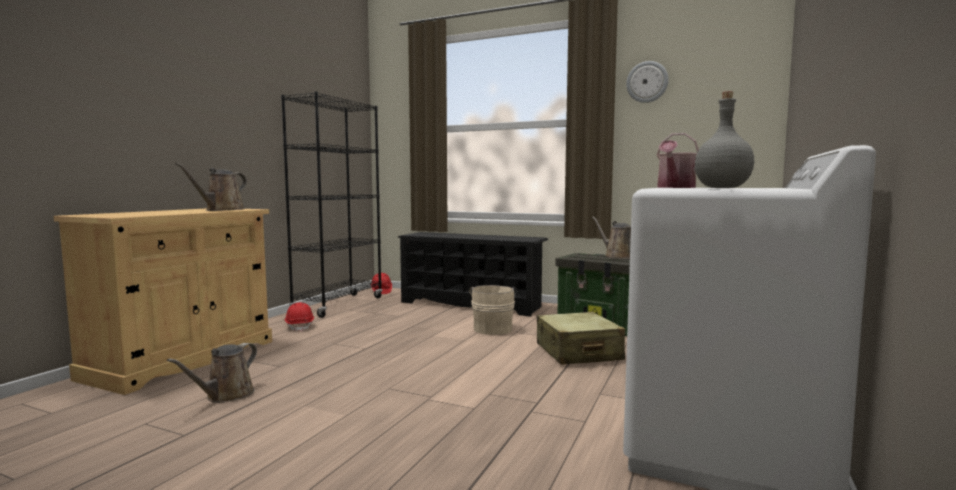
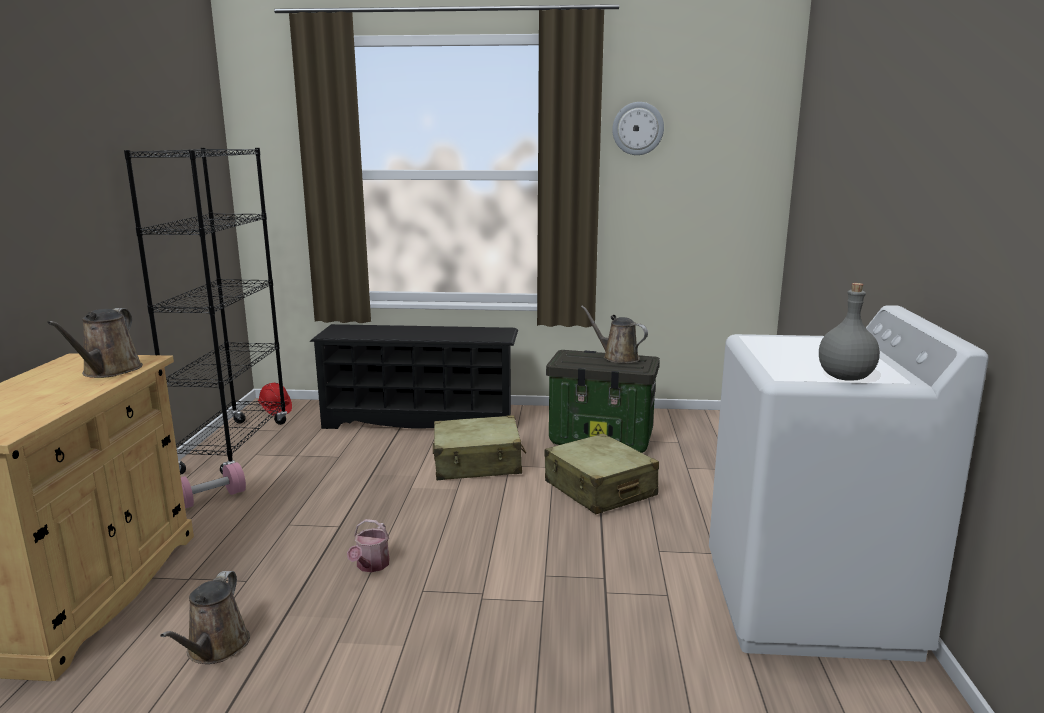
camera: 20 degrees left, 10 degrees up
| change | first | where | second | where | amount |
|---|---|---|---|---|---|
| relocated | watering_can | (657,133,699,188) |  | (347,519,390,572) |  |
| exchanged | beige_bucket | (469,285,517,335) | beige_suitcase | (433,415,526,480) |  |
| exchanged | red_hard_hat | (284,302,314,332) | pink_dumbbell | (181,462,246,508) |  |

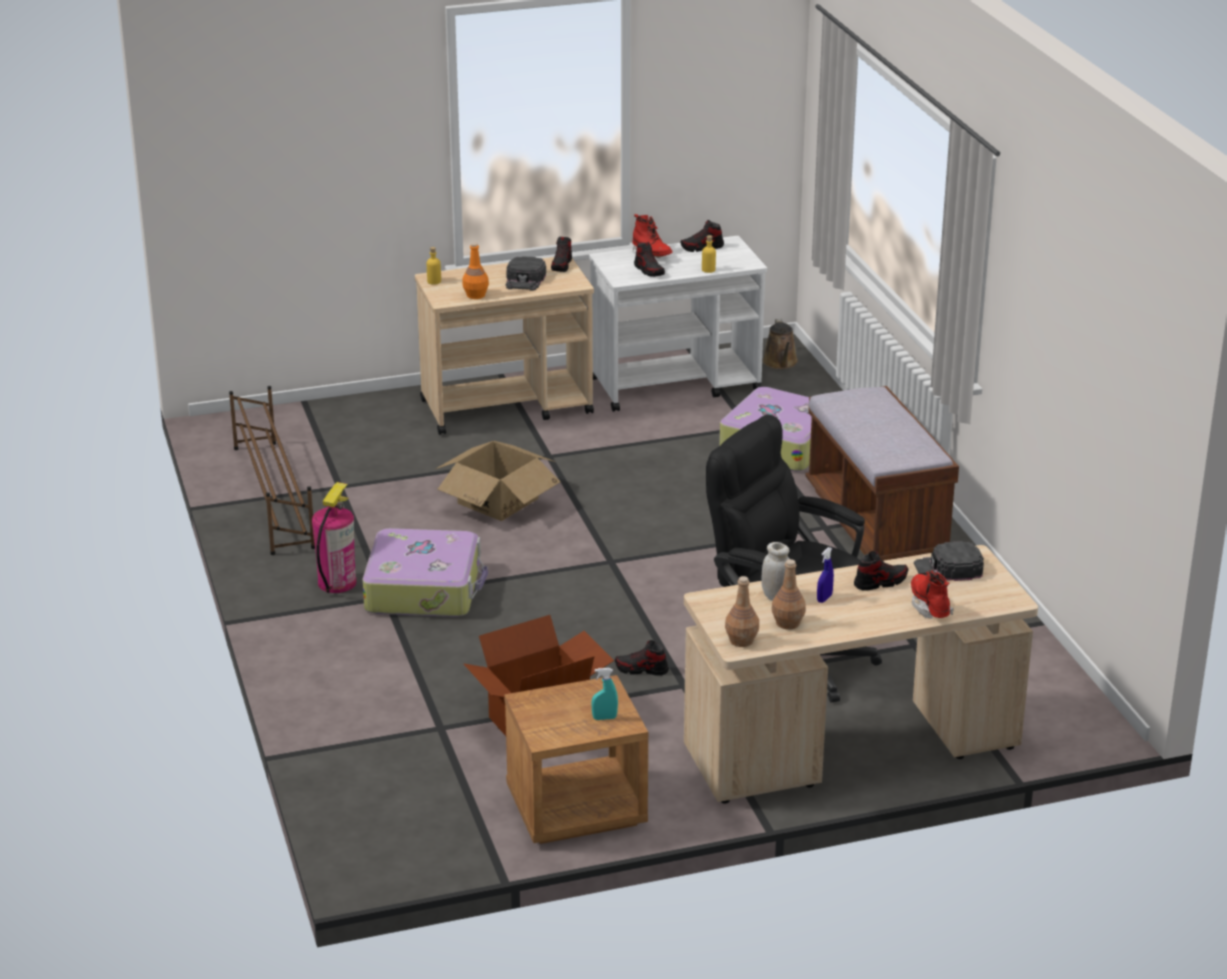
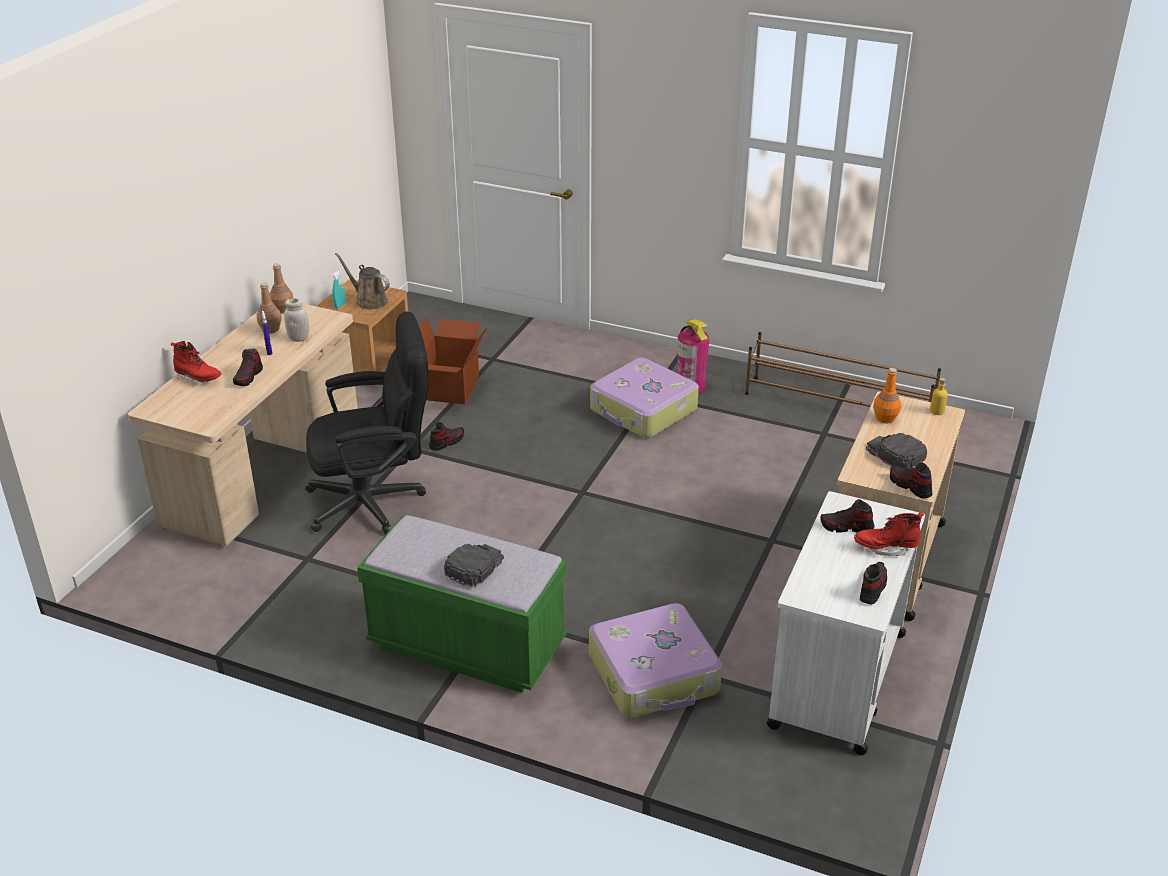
camera: 130 degrees right, 5 degrees up
| change | first | where | second | where | amount |
|---|---|---|---|---|---|
| missing | yellow_bottle | (702,235,716,273) |  |  |  |
| relocated | brown_watering_can | (763,319,798,369) |  | (335,253,390,309) |  |
| colour | brown_bench | (805,386,959,561) | green_bench | (357,515,567,693) |  |
| missing | cardboard_box | (436,441,560,521) |  |  |  |
| relocated | black_cap | (914,541,984,581) |  | (444,544,504,587) |  |

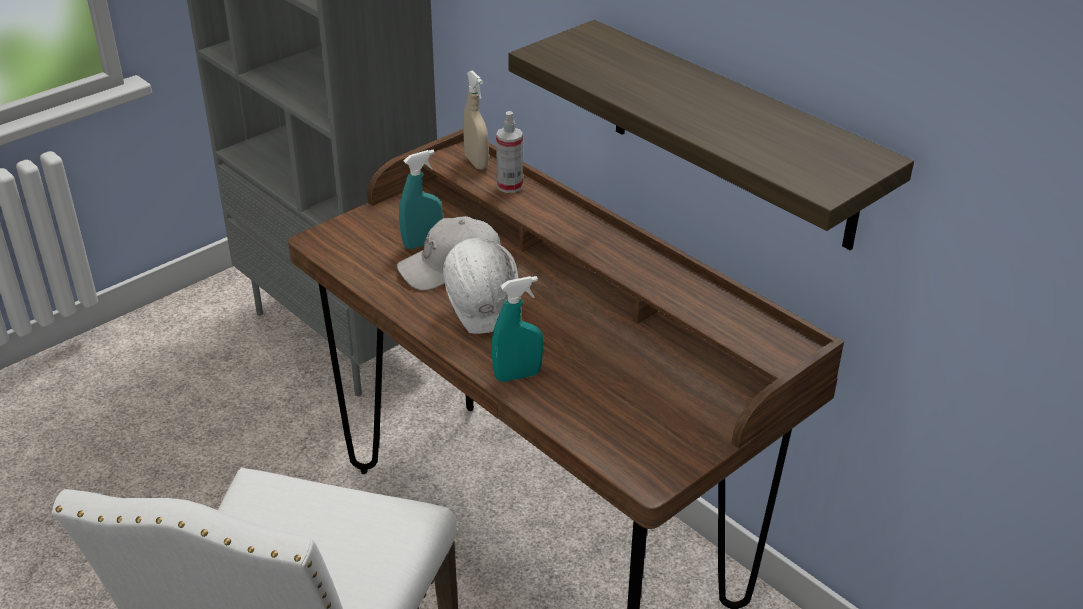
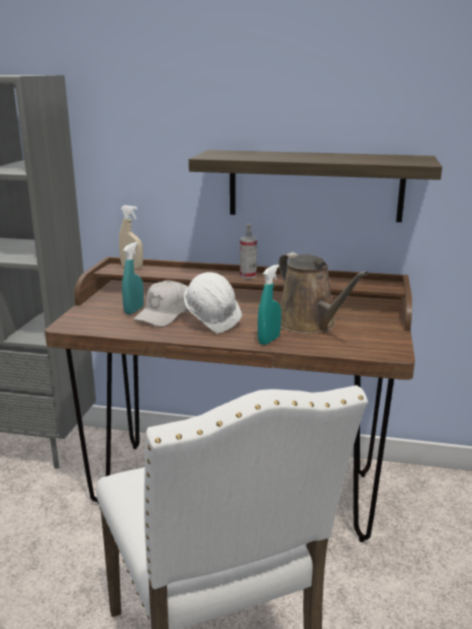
camera: 35 degrees left, 15 degrees down
| change | first | where | second | where | amount |
|---|---|---|---|---|---|
| relocated | spray_bottle | (496,111,523,193) |  | (240,224,257,279) |  |
| appeared |  |  | brown_watering_can | (279,252,369,334) |  |

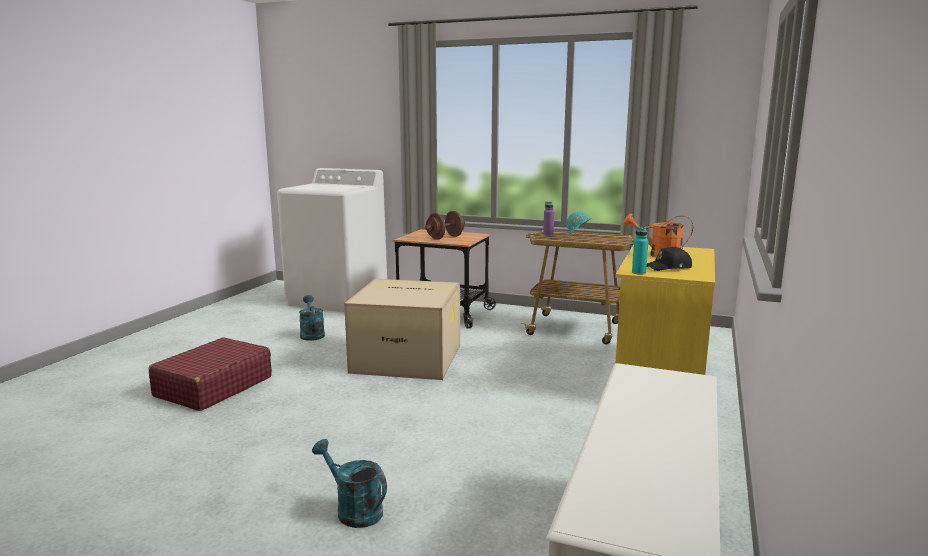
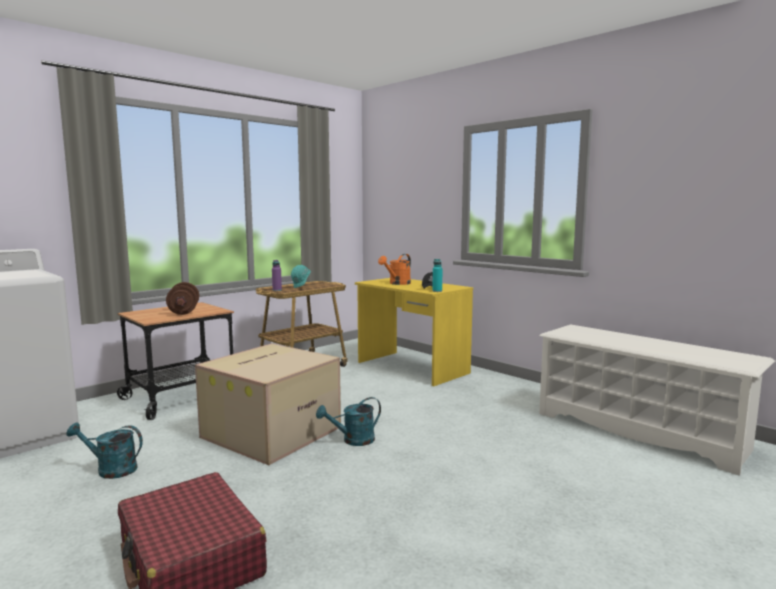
camera: 65 degrees left, 5 degrees down
| change | first | where | second | where | amount |
|---|---|---|---|---|---|
| relocated | turquoise_watering_can | (312,439,387,528) |  | (316,397,381,446) |  |

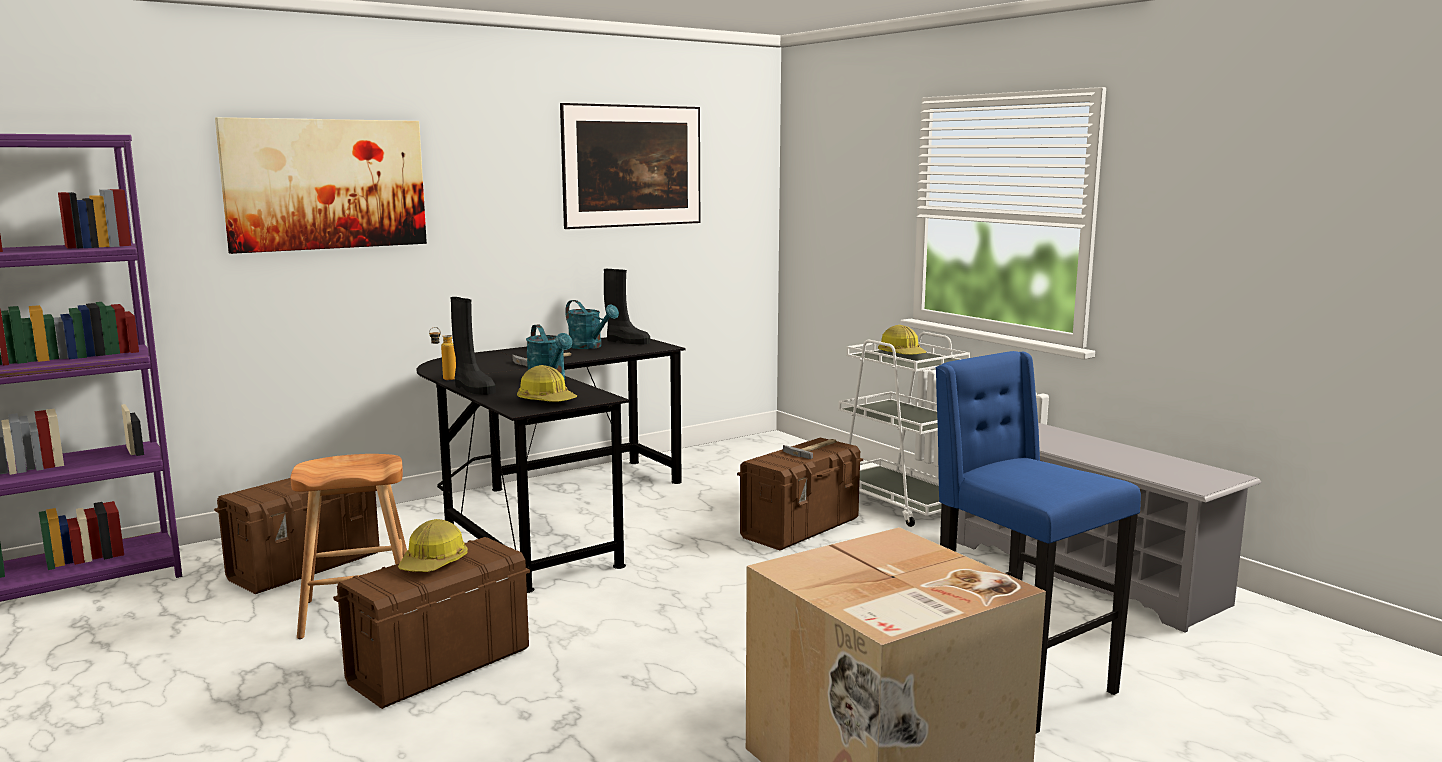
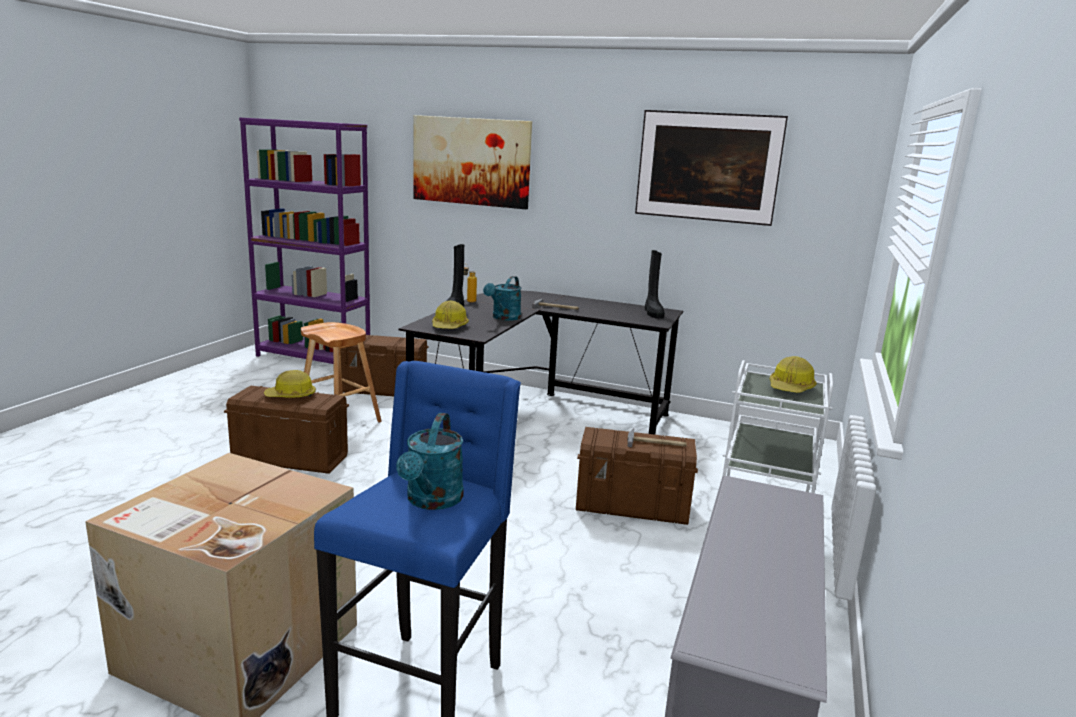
camera: 55 degrees right, 5 degrees up
| change | first | where | second | where | amount |
|---|---|---|---|---|---|
| relocated | turquoise_watering_can | (565,300,619,349) |  | (396,413,463,510) |  |

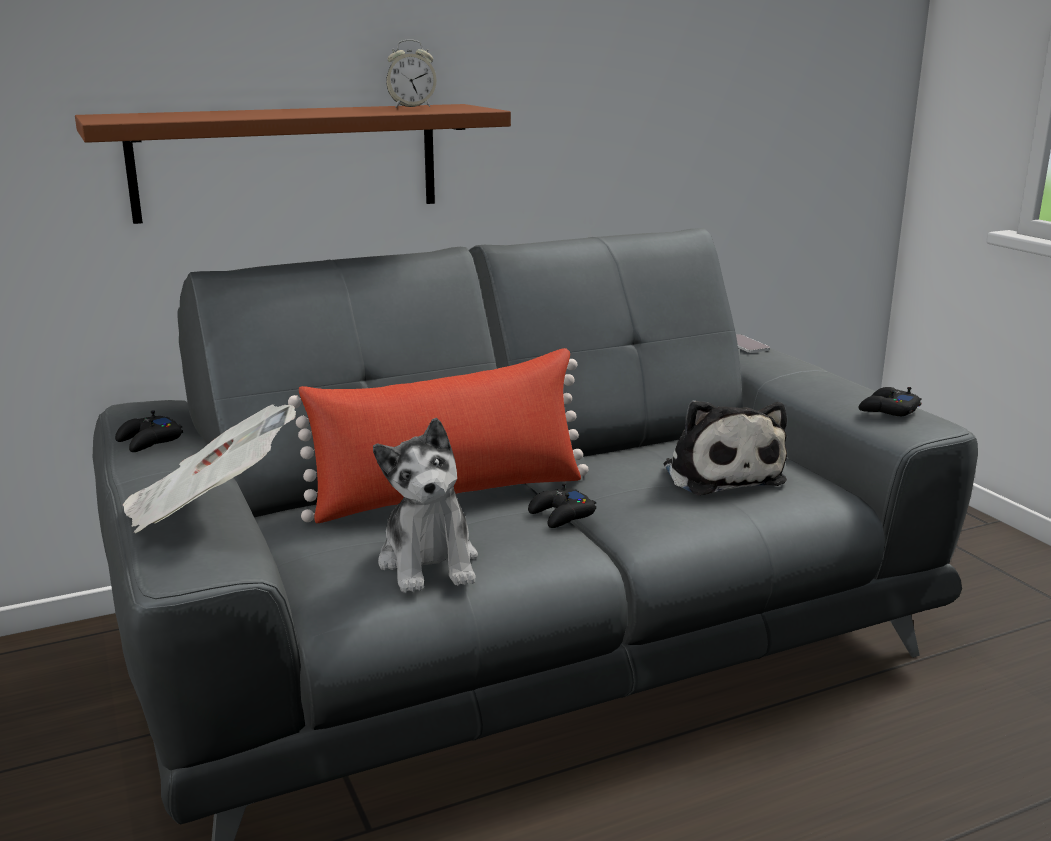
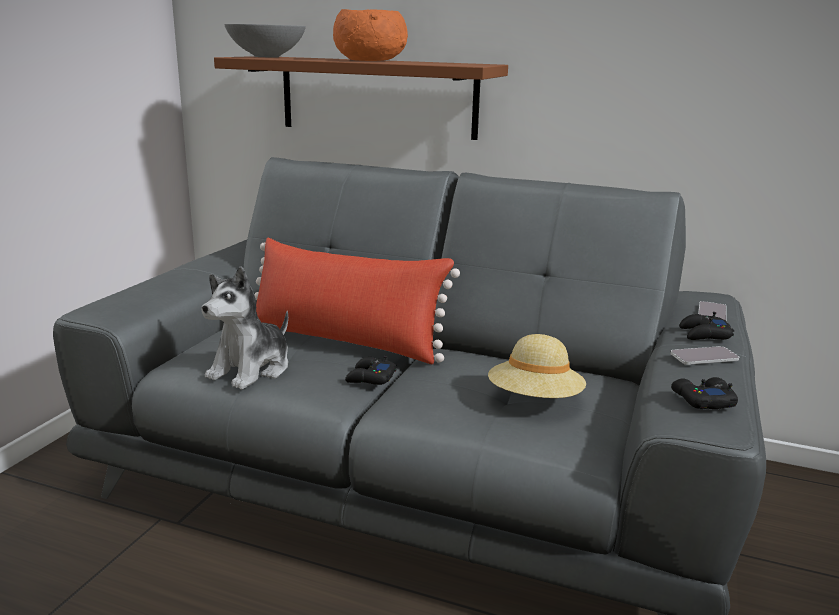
camera: 45 degrees right, 0 degrees up
| change | first | where | second | where | amount |
|---|---|---|---|---|---|
| missing | alarm_clock | (386,39,436,108) |  |  |  |
| exchanged | plush_toy | (663,400,787,495) | beige_hat | (488,334,586,398) |  |
| missing | newspaper | (123,404,296,533) |  |  |  |
| relocated | black_game_controller | (115,410,183,452) |  | (679,312,734,340) |  |
| appeared |  |  | orange_bowl | (333,9,408,61) |  |
| appeared |  |  | grey_bowl | (224,24,306,57) |  |
| appeared |  |  | phone | (670,346,739,365) |  |

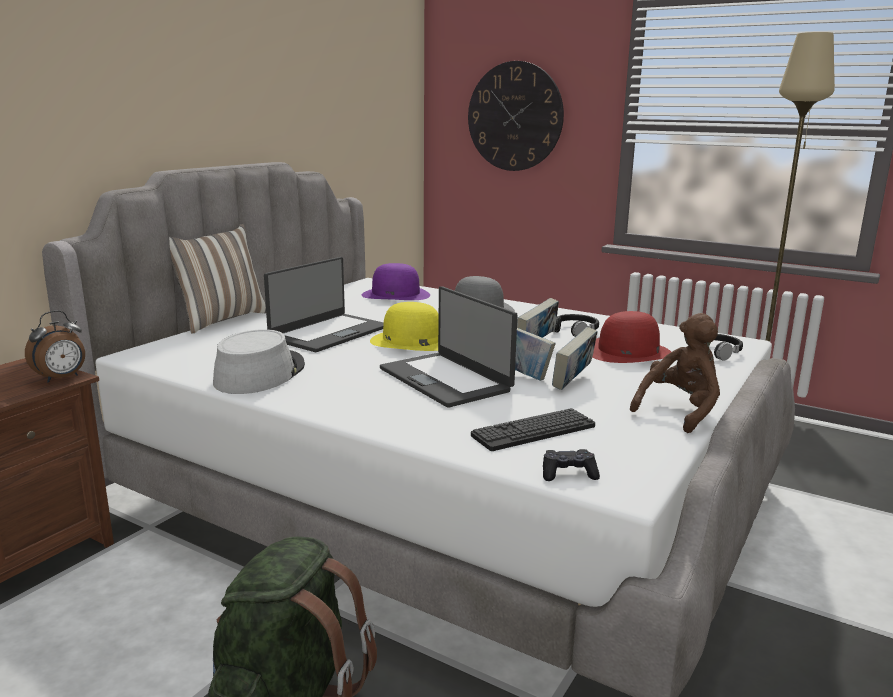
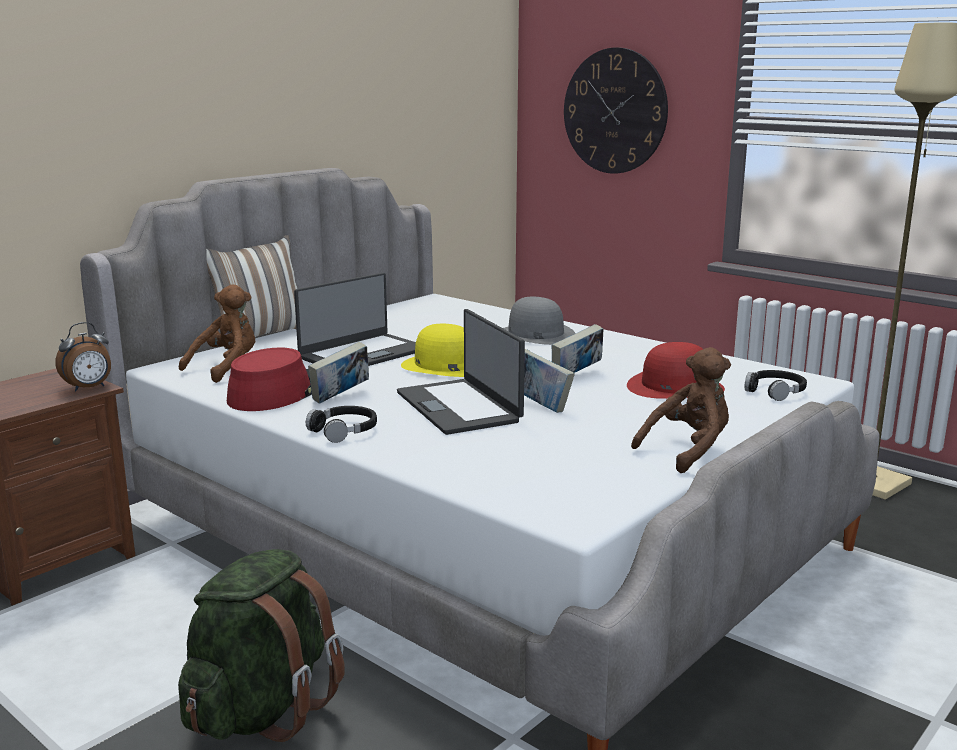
camera: 10 degrees right, 0 degrees up
| change | first | where | second | where | amount |
|---|---|---|---|---|---|
| missing | purple_hat | (362,263,430,300) |  |  |  |
| relocated | black_headphones | (552,314,599,337) |  | (306,406,377,443) |  |
| relocated | book | (552,327,597,390) |  | (308,342,369,404) |  |
| colour | grey_hat | (213,329,305,394) | red_hat | (227,348,312,411) |  |
| missing | keyboard | (471,408,595,451) |  |  |  |
| missing | black_game_controller | (543,449,600,481) |  |  |  |
| appeared |  |  | brown_plush_toy | (179,284,255,383) |  |

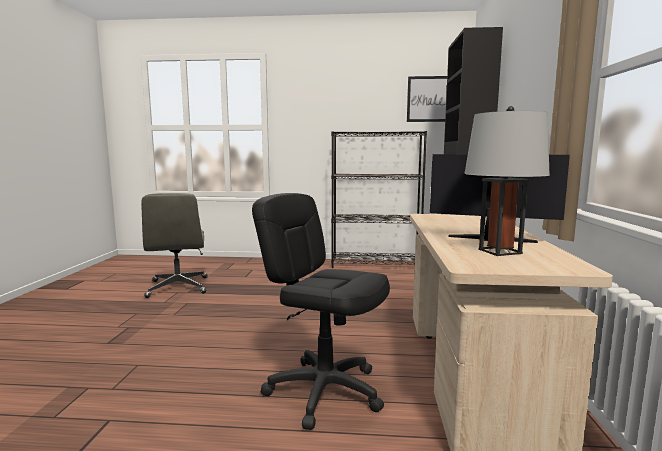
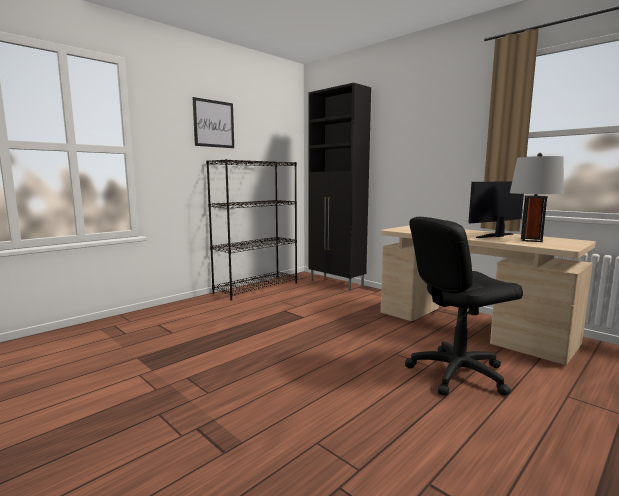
camera: 50 degrees left, 0 degrees up
| change | first | where | second | where | amount |
|---|---|---|---|---|---|
| relocated | picture | (407,76,447,122) |  | (192,97,234,148) |  |
| missing | grey_office_chair | (141,193,208,298) |  |  |  |

